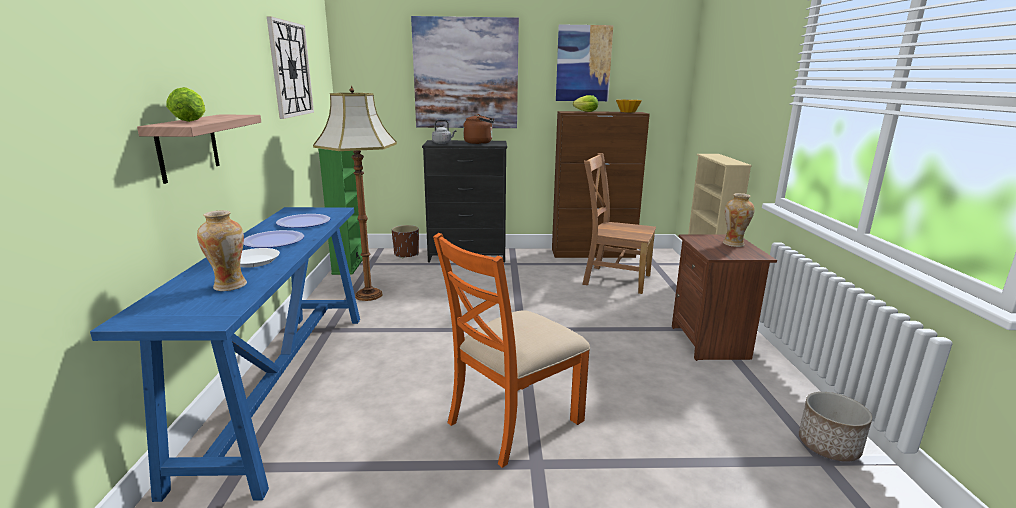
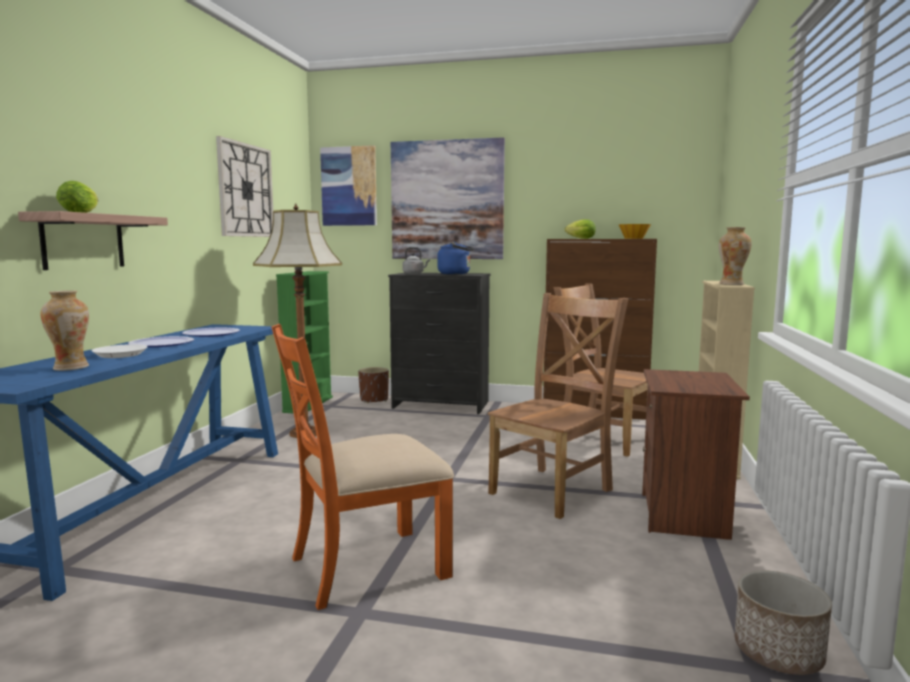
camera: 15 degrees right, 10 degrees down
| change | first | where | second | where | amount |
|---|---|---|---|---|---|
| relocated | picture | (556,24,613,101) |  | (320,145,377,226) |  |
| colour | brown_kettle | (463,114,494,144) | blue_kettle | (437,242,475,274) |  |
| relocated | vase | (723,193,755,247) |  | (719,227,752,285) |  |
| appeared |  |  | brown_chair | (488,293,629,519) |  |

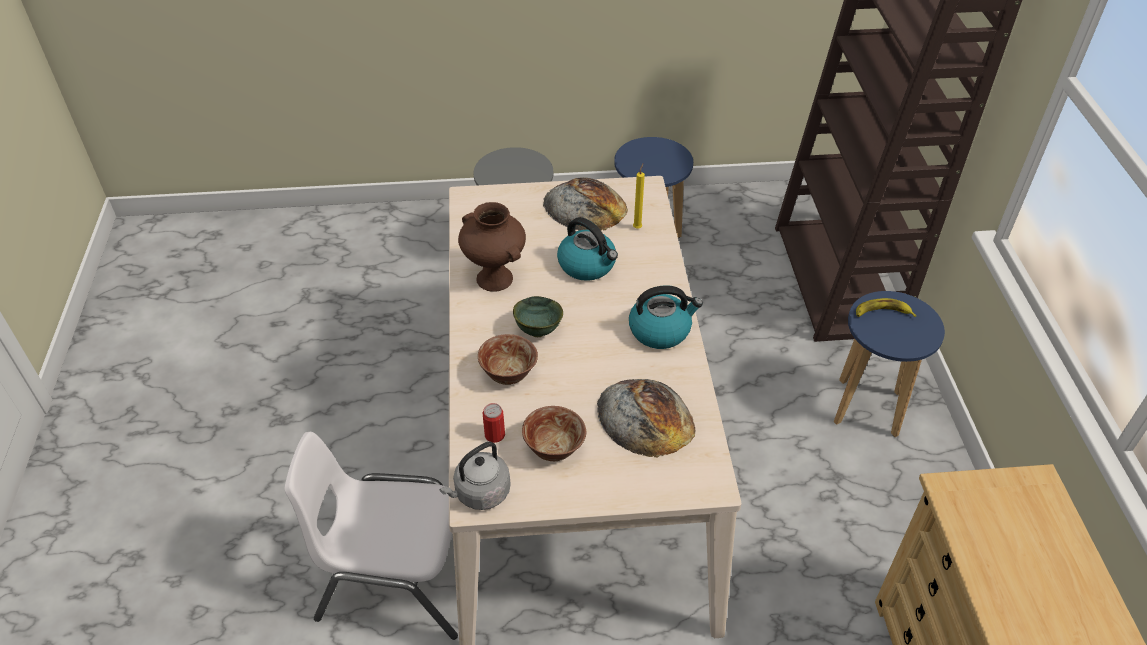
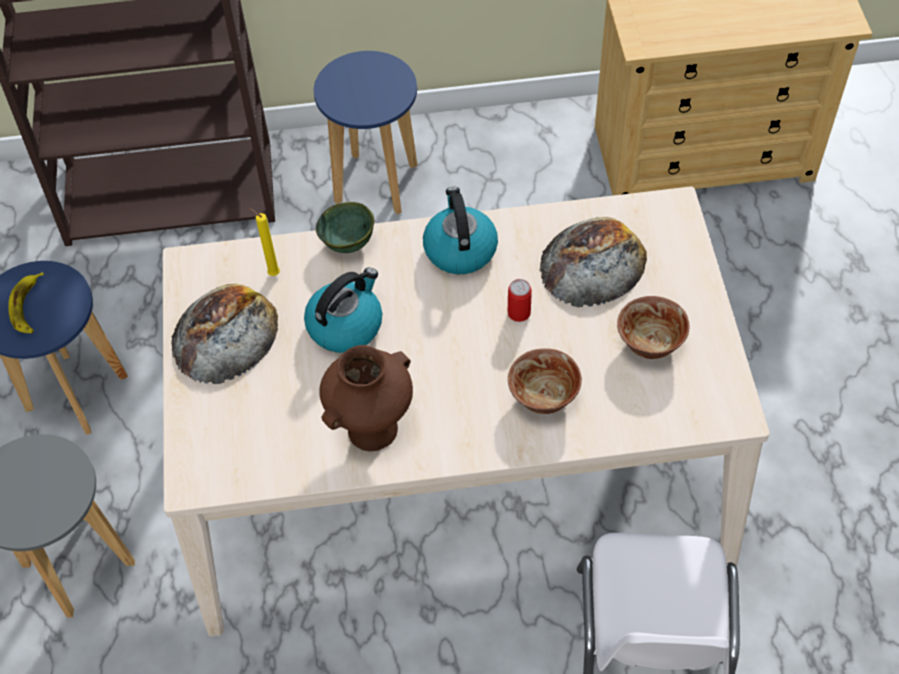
camera: 90 degrees left, 10 degrees up
| change | first | where | second | where | amount |
|---|---|---|---|---|---|
| relocated | green_bowl | (513,296,563,337) |  | (316,202,375,253) |  |
| relocated | banana | (856,298,917,317) |  | (8,272,44,333) |  |
| relocated | can | (482,403,505,443) |  | (508,279,532,322) |  |
| missing | grey_kettle | (440,442,511,510) |  |  |  |

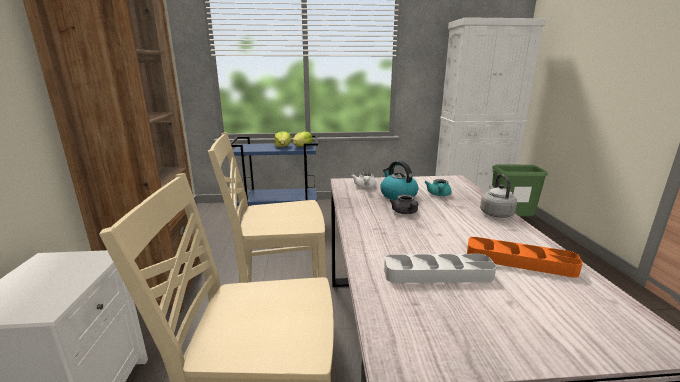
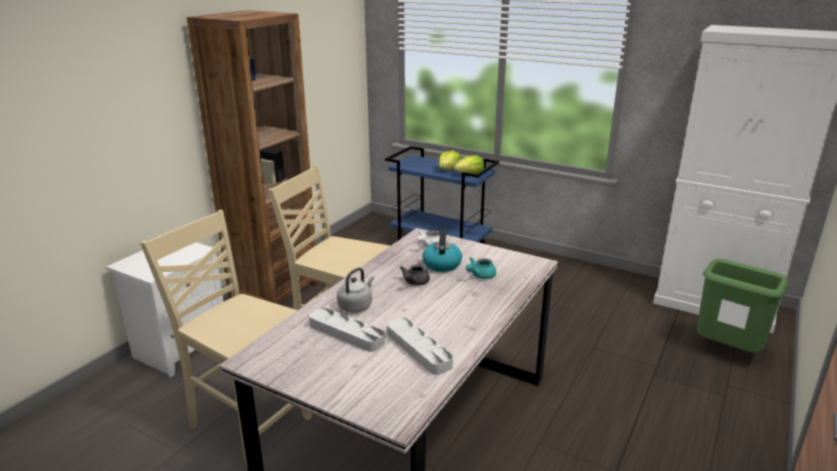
camera: 35 degrees right, 5 degrees up
| change | first | where | second | where | amount |
|---|---|---|---|---|---|
| relocated | grey_kettle | (480,174,517,218) |  | (337,268,374,313) |  |
| colour | orange_tray | (467,237,583,278) | grey_tray | (387,318,453,375) |  |

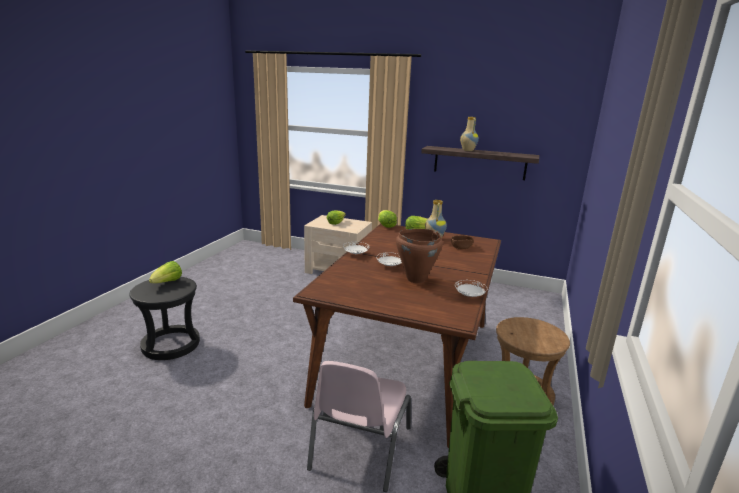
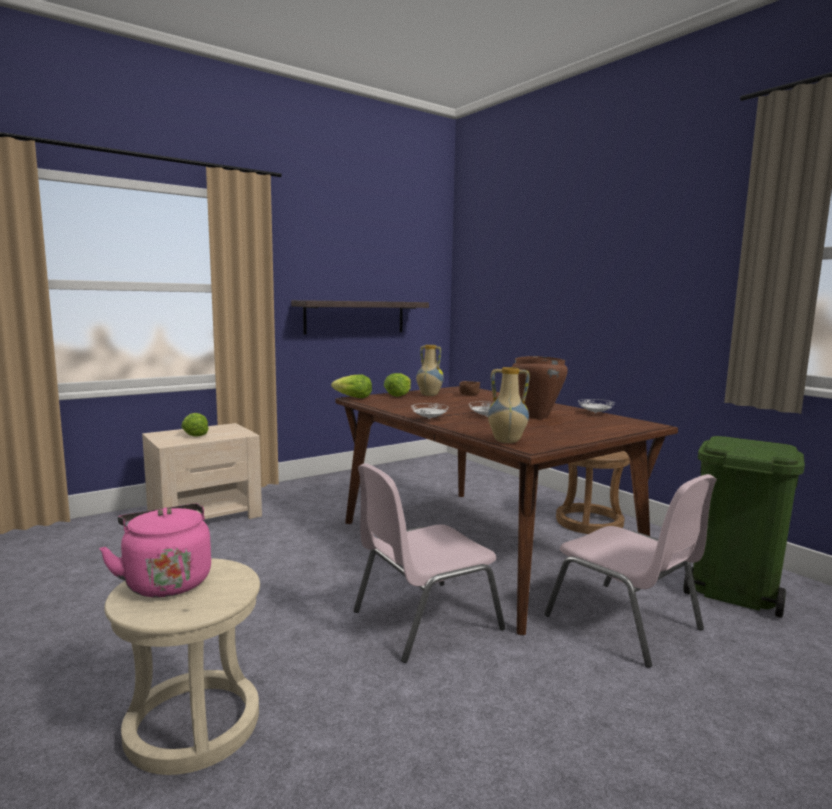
camera: 55 degrees left, 10 degrees down
| change | first | where | second | where | amount |
|---|---|---|---|---|---|
| relocated | vase | (460,117,479,151) |  | (488,367,530,443) |  |
| exchanged | lettuce | (149,261,182,283) | pink_kettle | (99,503,211,597) |  |
| colour | black_stool | (129,277,200,360) | beige_stool | (104,558,260,775) |  |
| appeared |  |  | pink_chair | (353,463,505,663) |  |

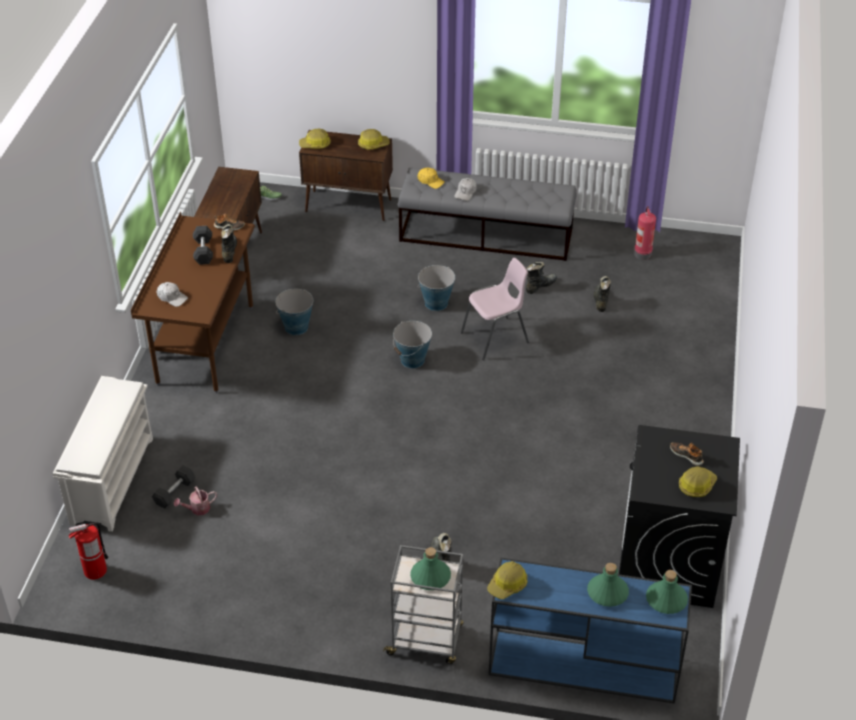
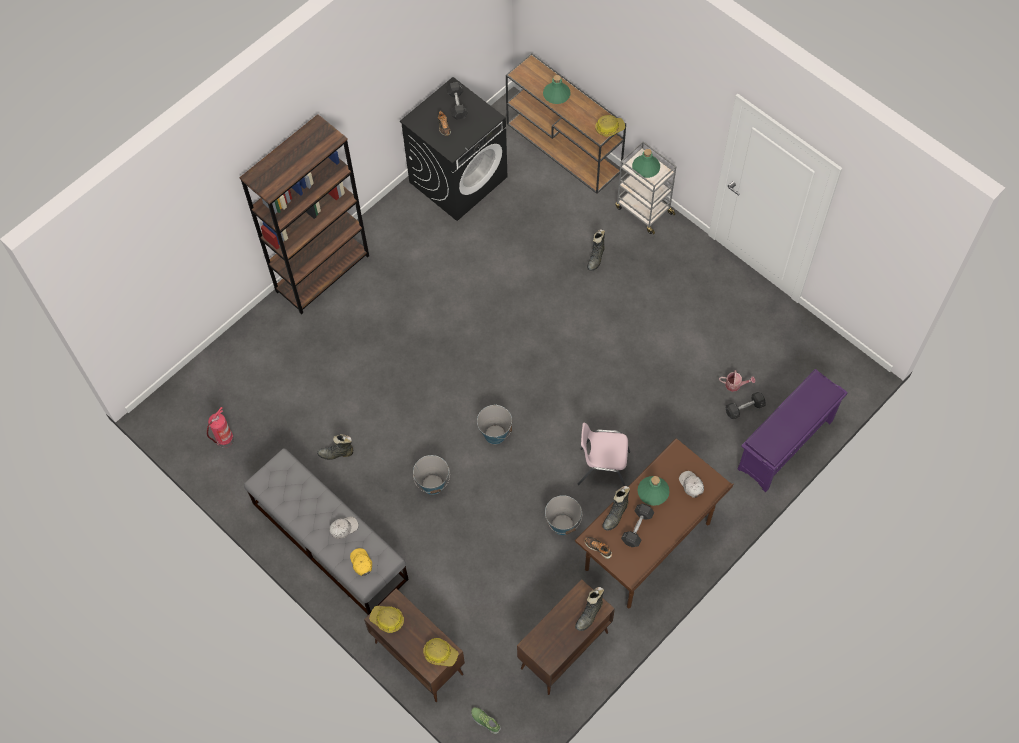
camera: 145 degrees left, 20 degrees up
| change | first | where | second | where | amount |
|---|---|---|---|---|---|
| relocated | pink_chair | (461,258,529,360) |  | (578,423,630,486) |  |
| relocated | black_boot | (594,276,611,312) |  | (575,587,604,631) |  |
| colour | white_shoe_rack | (53,376,153,532) | purple_shoe_rack | (738,369,848,492) |  |
| exchanged | hard_hat | (679,467,717,497) | grey_dumbbell | (446,82,468,120) |  |
| missing | fire_extinguisher | (68,523,109,580) |  |  |  |
| colour | blue_console_table | (489,558,692,704) | brown_console_table | (506,53,626,194) |  |
| relocated | green_bottle | (646,570,688,614) |  | (638,476,670,506) |  |
| appeared |  |  | brown_bookcase | (239,114,369,315) |  |

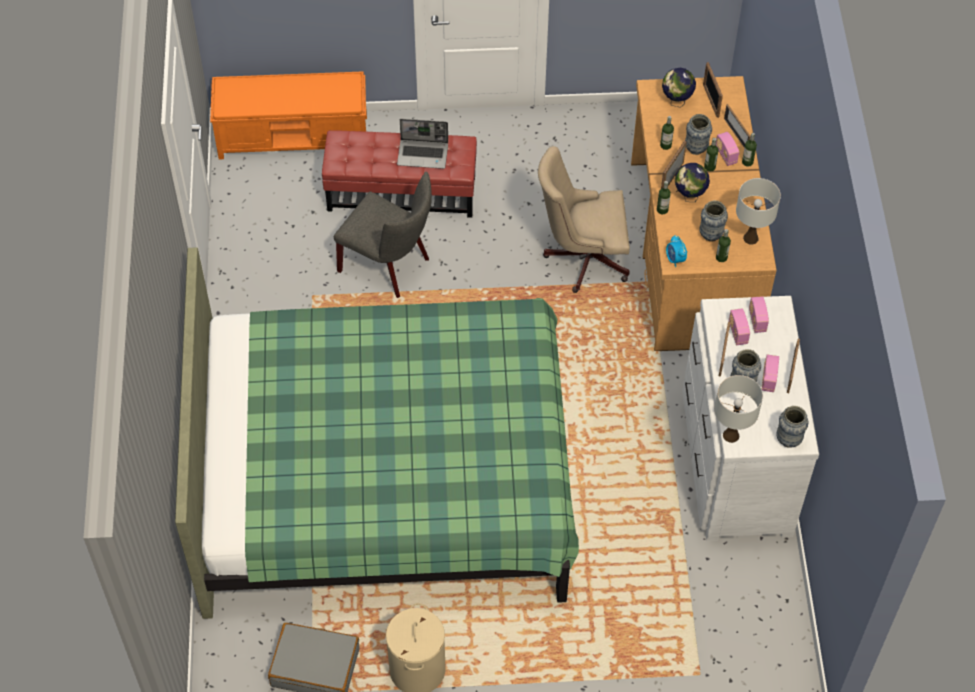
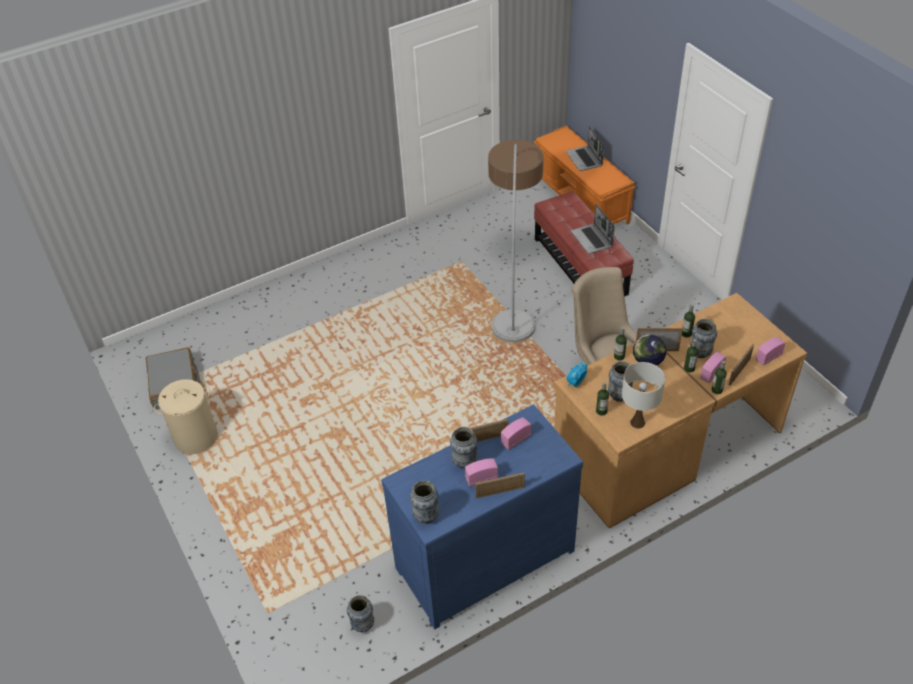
camera: 65 degrees right, 10 degrees down
| change | first | where | second | where | amount |
|---|---|---|---|---|---|
| missing | picture_frame | (703,62,723,118) |  |  |  |
| missing | globe | (662,68,696,108) |  |  |  |
| exchanged | grey_chair | (334,172,432,298) | floor_lamp | (488,140,544,343) |  |
| missing | green_bed | (175,247,579,619) |  |  |  |
| colour | white_dresser | (682,296,819,541) | blue_dresser | (381,404,583,629) |  |
| relocated | radio | (749,296,769,333) |  | (756,337,785,365) |  |
| missing | white_table_lamp | (714,375,763,443) |  |  |  |
| appeared |  |  | laptop | (566,126,604,171) |  |
| appeared |  |  | vase | (347,595,374,632) |  |

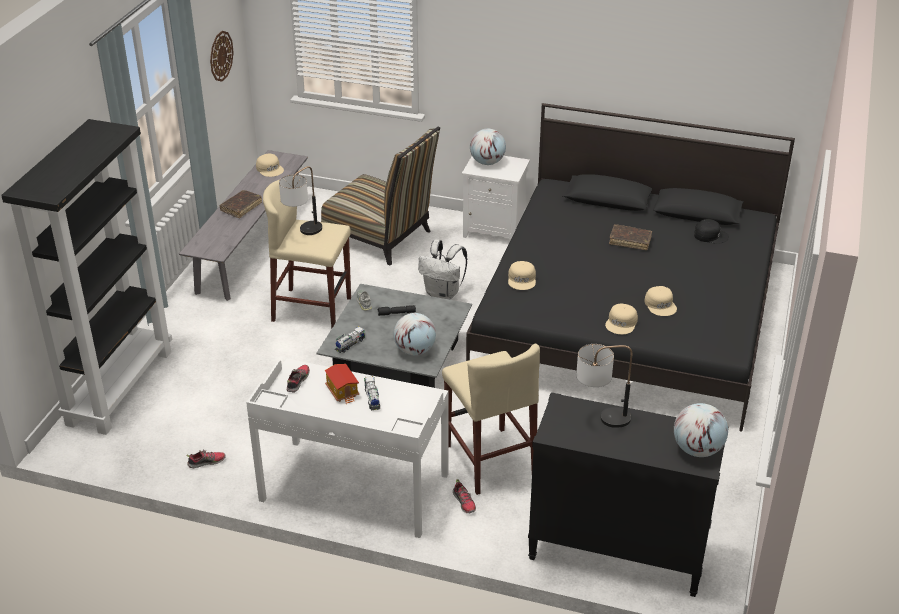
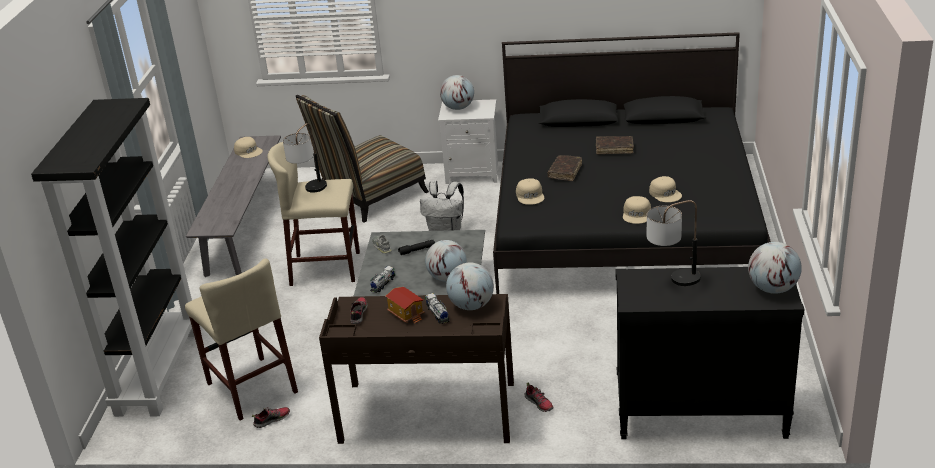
camera: 10 degrees left, 5 degrees down
| change | first | where | second | where | amount |
|---|---|---|---|---|---|
| missing | wall_clock | (210,31,234,82) |  |  |  |
| spun | chair | (321,127,440,266) |  | (296,95,429,223) | 120 degrees clockwise |
| relocated | brown_book | (219,190,262,218) |  | (548,155,582,181) |  |
| missing | black_cap | (694,219,729,244) |  |  |  |
| relocated | beige_stool | (442,344,540,495) |  | (185,258,298,421) |  |
| colour | white_desk | (246,359,448,538) | brown_desk | (319,294,514,444) |  |
| appeared |  |  | globe | (446,263,494,310) |  |

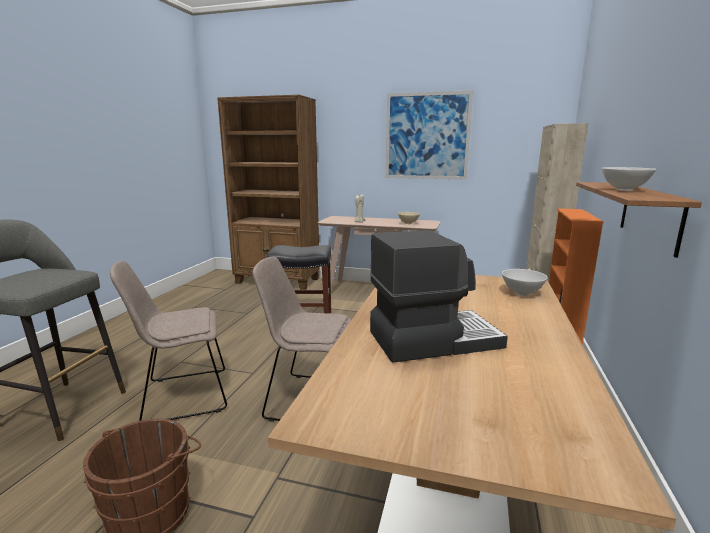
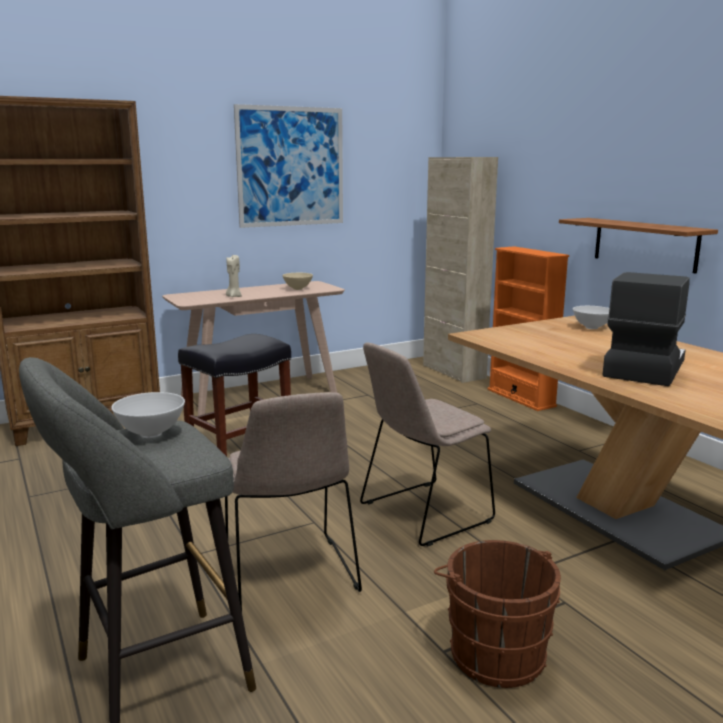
camera: 45 degrees left, 0 degrees up
| change | first | where | second | where | amount |
|---|---|---|---|---|---|
| relocated | white_bowl | (602,167,656,191) |  | (111,392,185,438) |  |
| spun | beige_chair | (110,261,227,421) |  | (225,392,362,611) | 45 degrees counterclockwise |

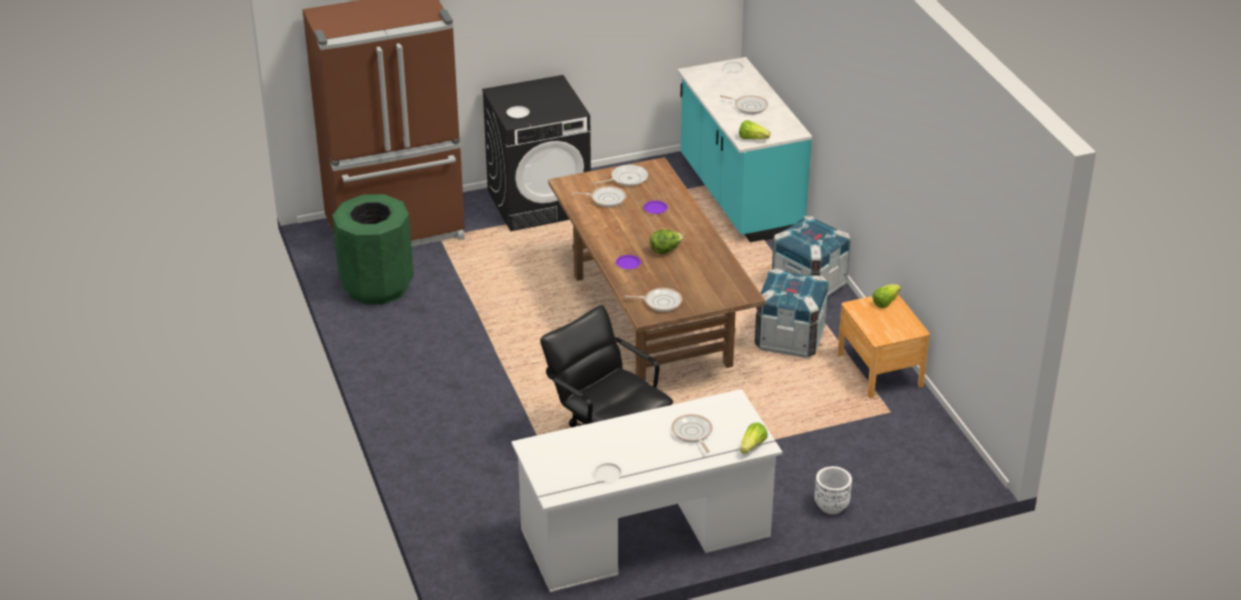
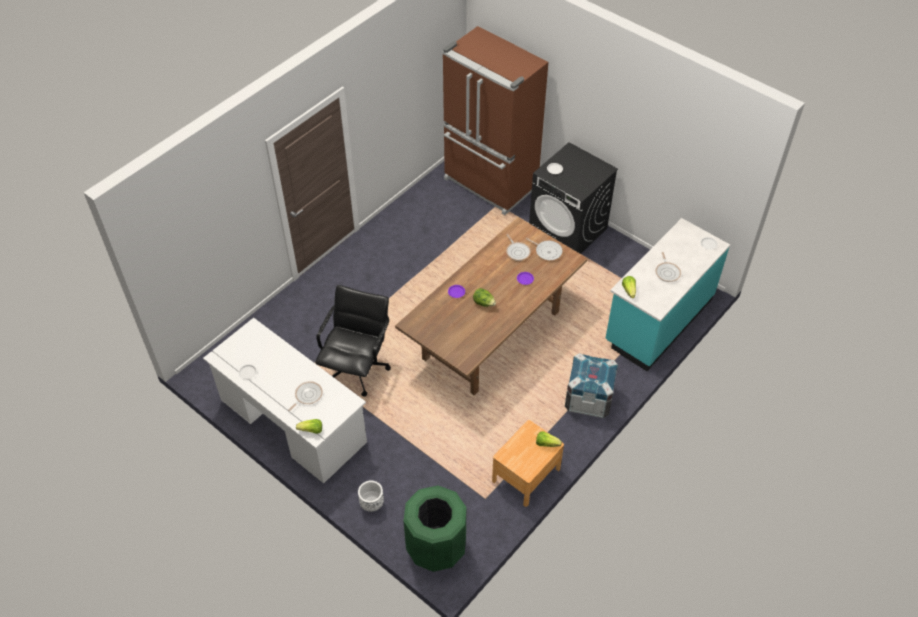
camera: 60 degrees right, 15 degrees up
| change | first | where | second | where | amount |
|---|---|---|---|---|---|
| relocated | green_trash_can | (332,194,414,305) |  | (404,485,466,572) |  |
| missing | crate | (754,268,829,358) |  |  |  |
| missing | frying_pan | (625,288,683,312) |  |  |  |

